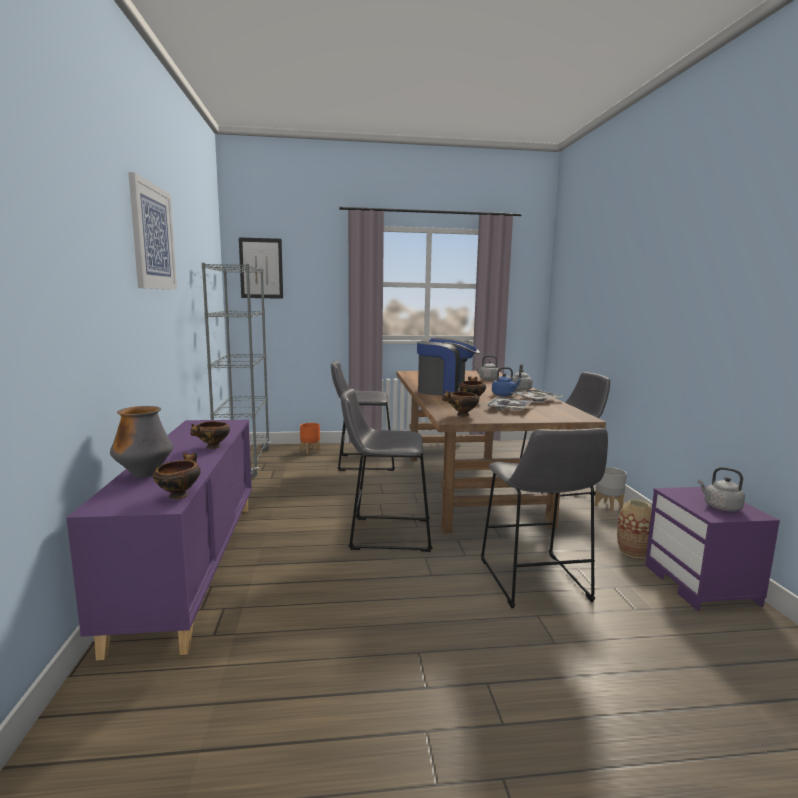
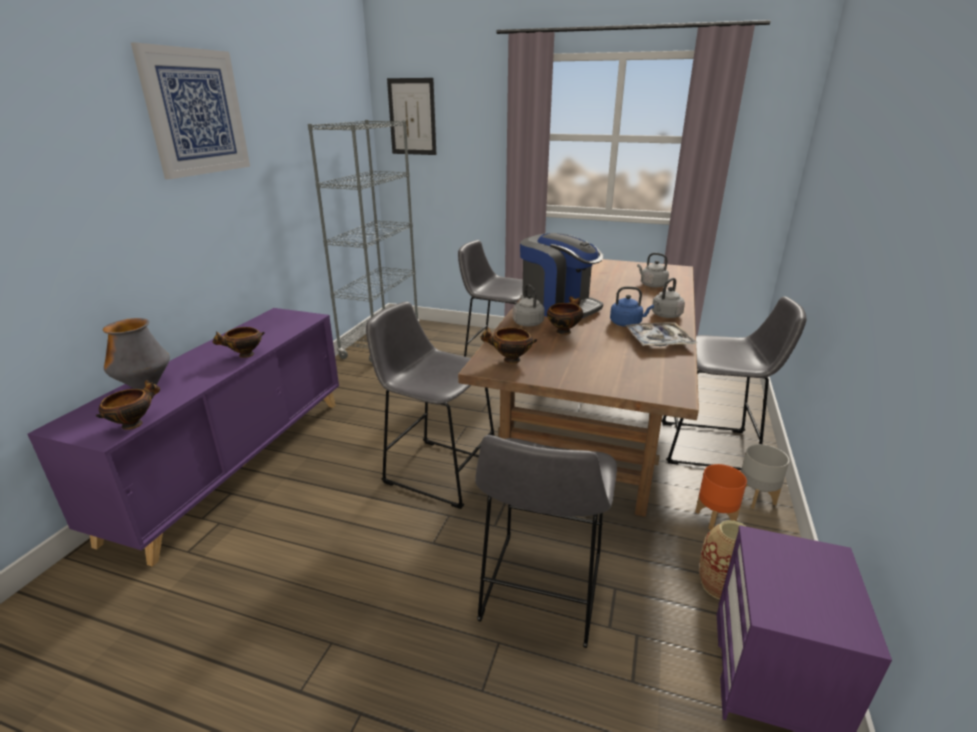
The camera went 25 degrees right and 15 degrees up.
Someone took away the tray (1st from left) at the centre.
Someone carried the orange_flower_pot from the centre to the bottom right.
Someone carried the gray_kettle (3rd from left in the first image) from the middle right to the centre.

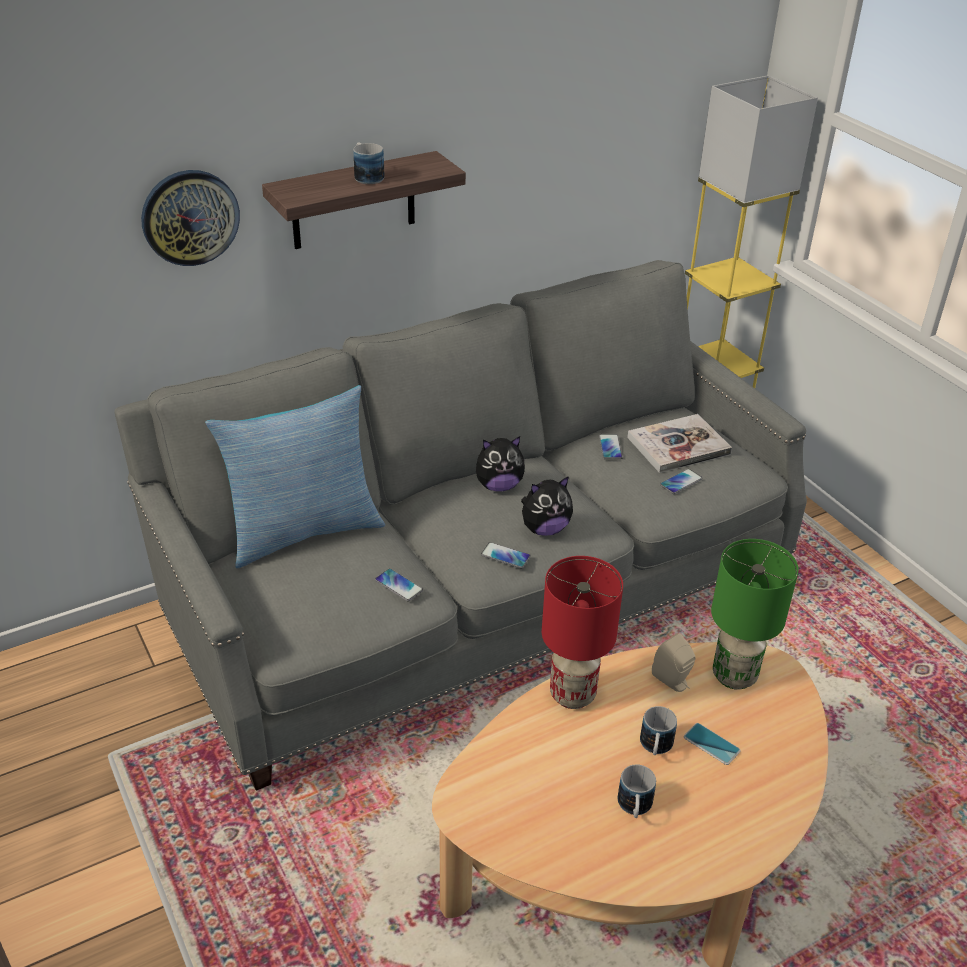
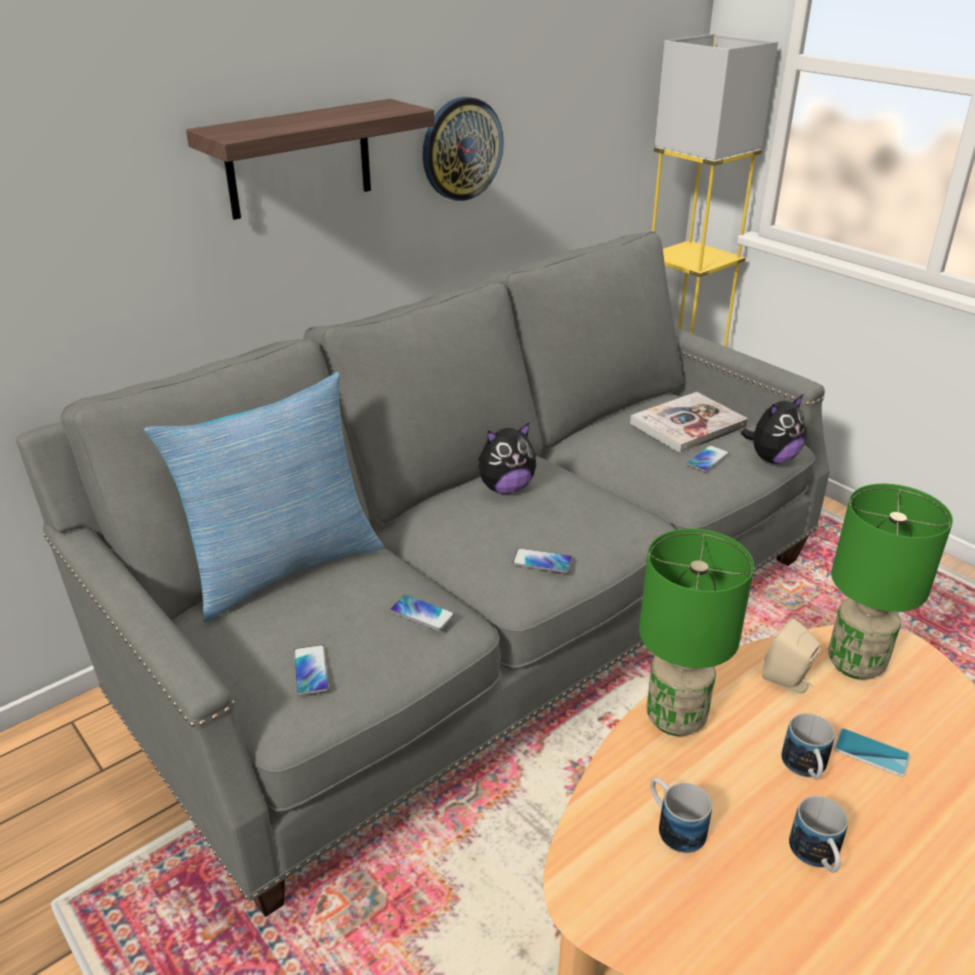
The camera went 10 degrees left and 5 degrees down.
Someone carried the tea_mug (1st from left) from the top centre to the bottom right.
Someone carried the clock_on_the_wall from the top left to the top centre.
Someone carried the phone (3rd from left in the first image) from the centre to the bottom left.
Someone carried the cuddly_toy (2nd from left) from the centre to the middle right.
Someone repainted the red-coloured_lamp_for_a_table at the centre, which became the green-coloured_lamp_for_a_table (1st from left) at the middle right.

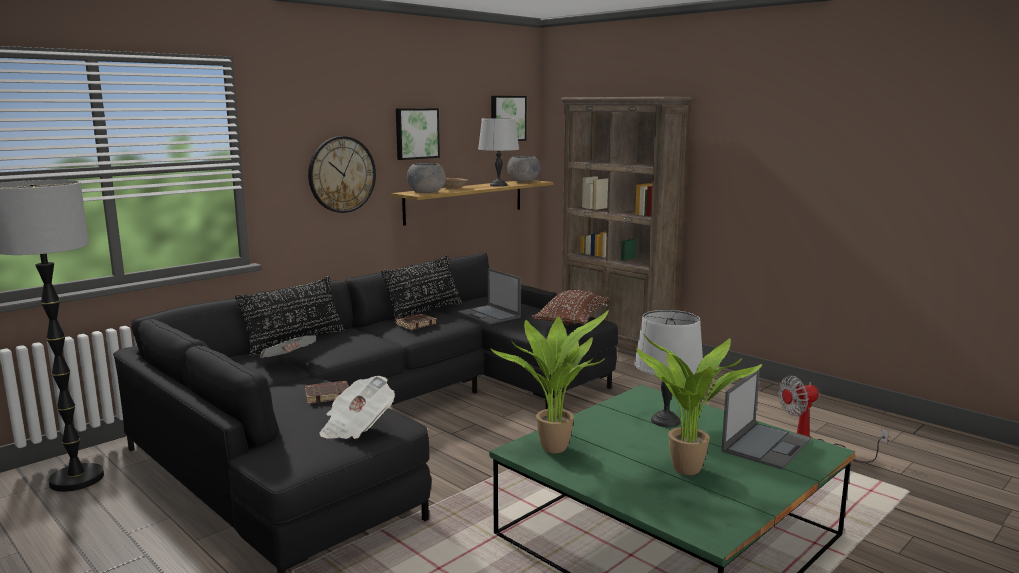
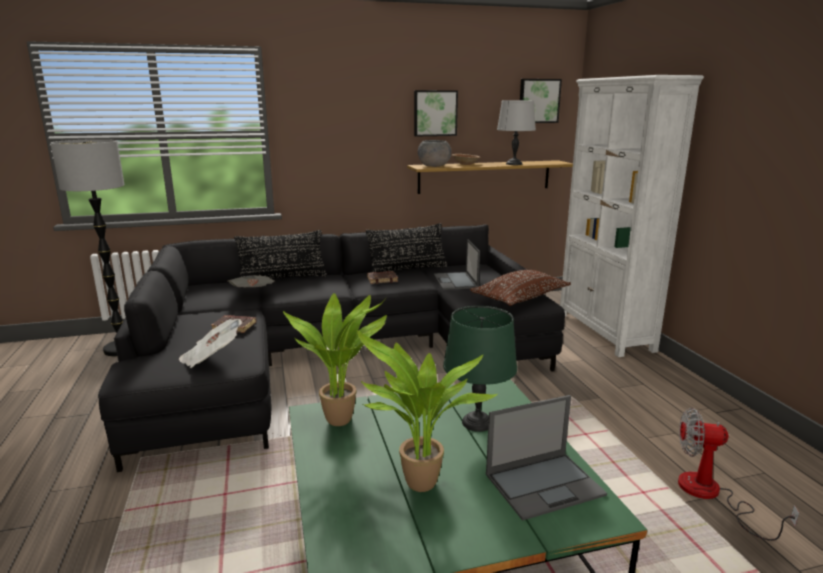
The camera went 30 degrees right and 5 degrees up.
Someone repainted the brown-coloured_bookcase at the centre, which became the white_bookcase at the middle right.
Someone took away the clock_on_the_wall at the top centre.
Someone took away the gray_bowl (2nd from left) at the top centre.
Someone repainted the gray_lamp_for_a_table (2nd from left) at the centre, which became the green-coloured_lamp_for_a_table at the centre.

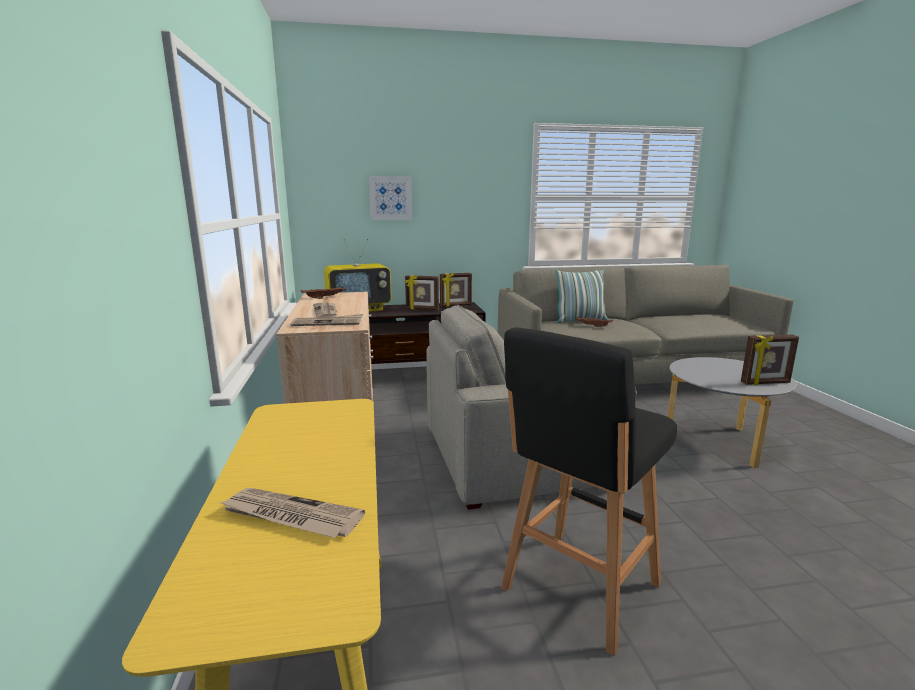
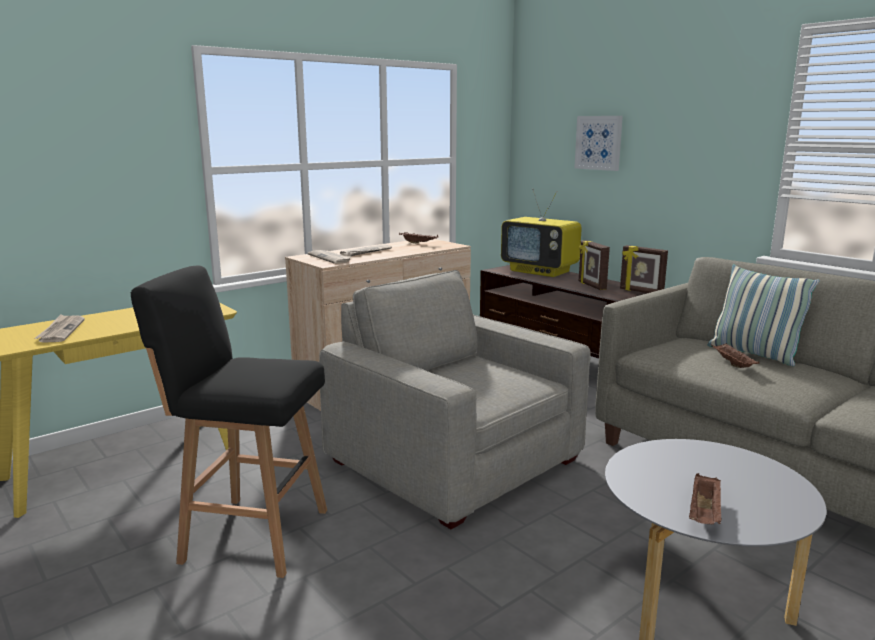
The camera went 60 degrees right and 0 degrees up.
Someone swapped the picture_frame (3rd from left) at the middle right for the brown-coloured_tray (2nd from left) at the bottom right.

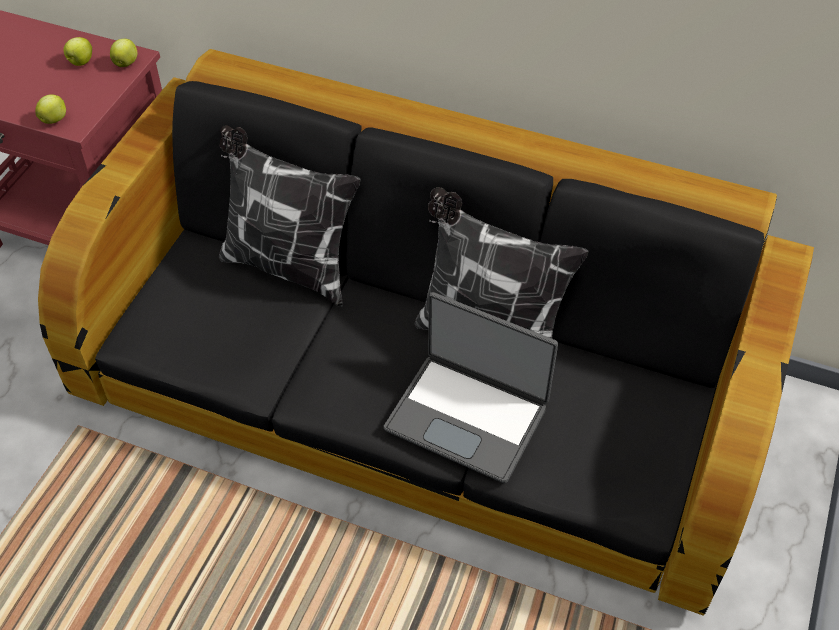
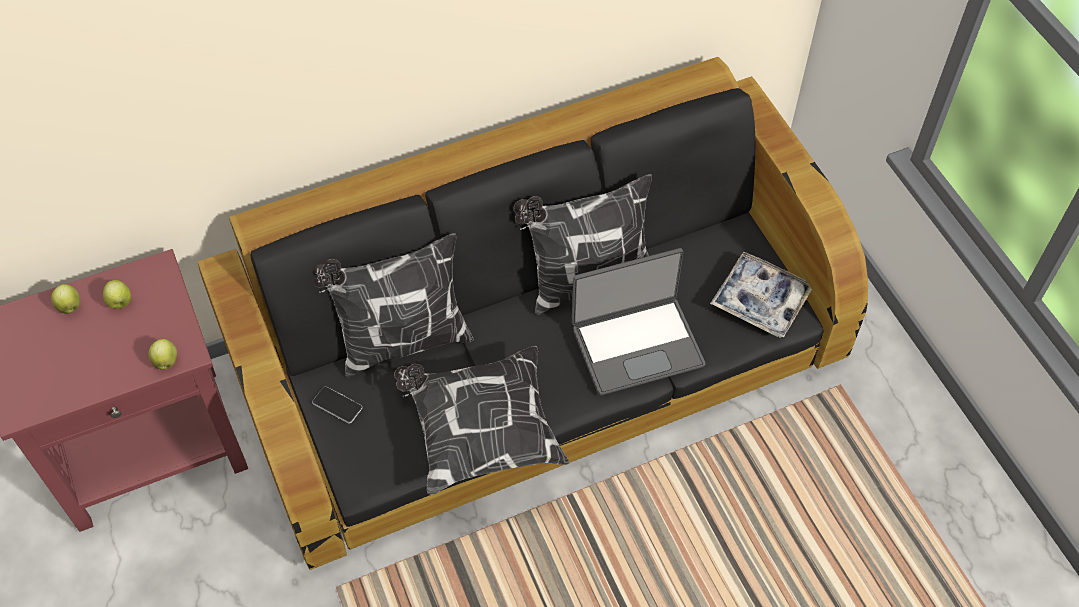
The camera went 45 degrees left and 5 degrees up.
Someone carried the apple (3rd from left in the first image) from the top left to the middle left.
Someone put down the tray at the middle right.
Someone put down the cushion (2nd from left) at the bottom centre.
Someone put down the phone at the bottom left.

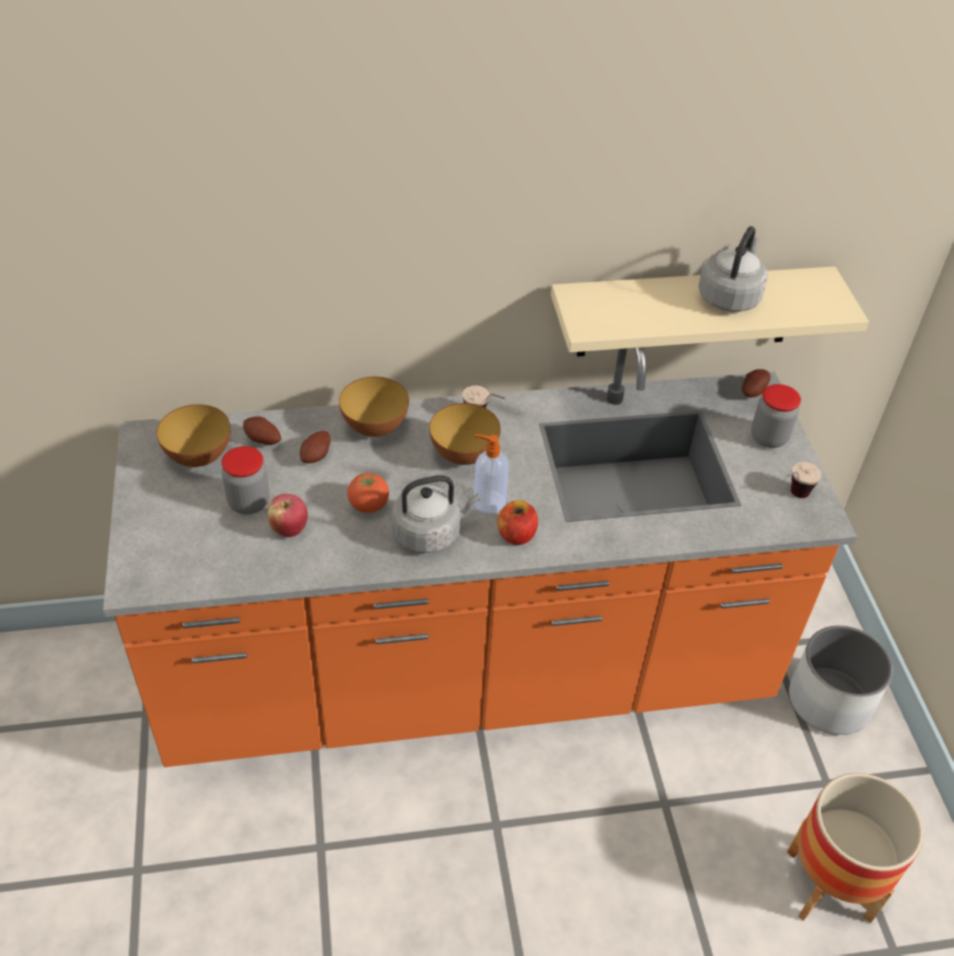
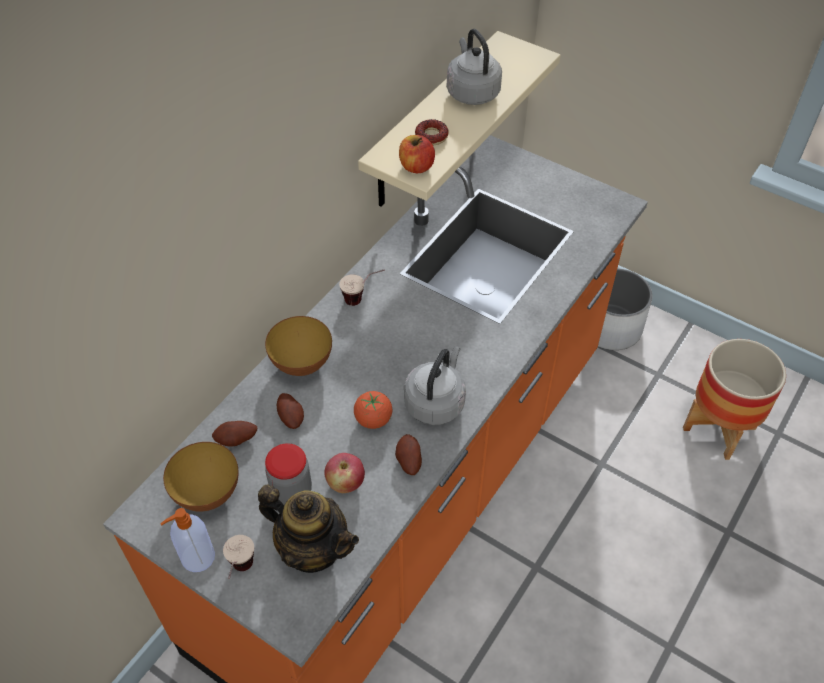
The camera went 45 degrees left and 5 degrees up.
Someone carried the spud (3rd from left) from the middle right to the centre.
Someone took away the preserve_jar (2nd from left) at the middle right.
Someone took away the bowl (3rd from left) at the centre.
Someone carried the liquid_soap_bottle from the centre to the bottom left.
Someone carried the small_cup (2nd from left in the first image) from the middle right to the bottom left.
Someone carried the apple (2nd from left) from the centre to the top centre.
Someone put down the donut at the top centre.
Someone put down the tea_pot at the bottom centre.

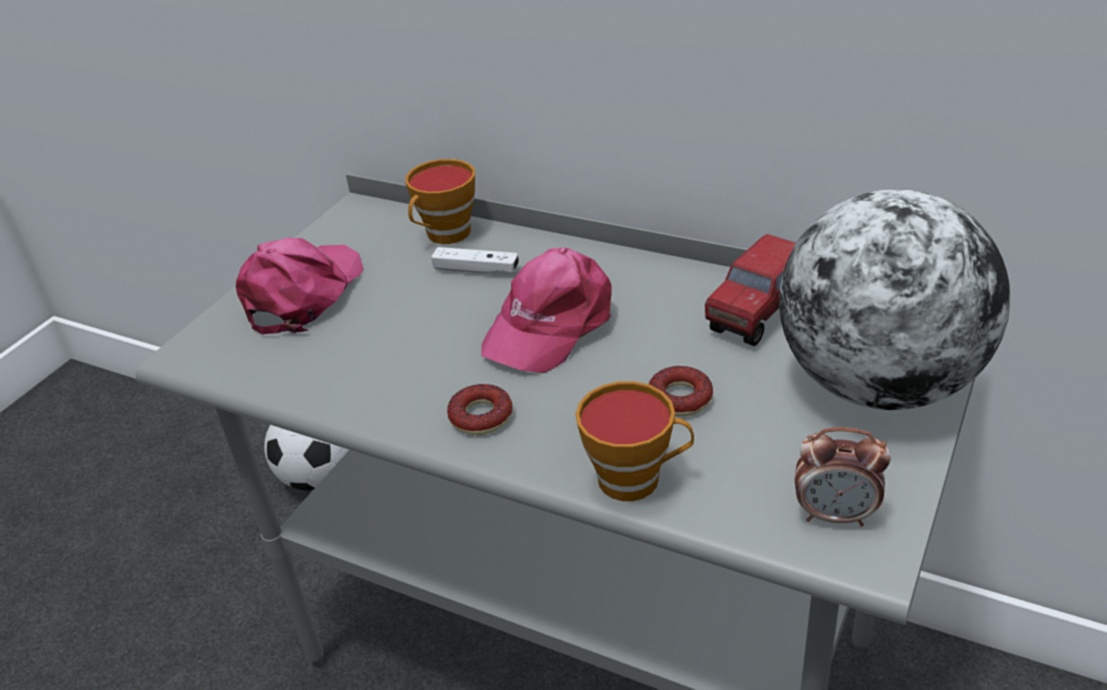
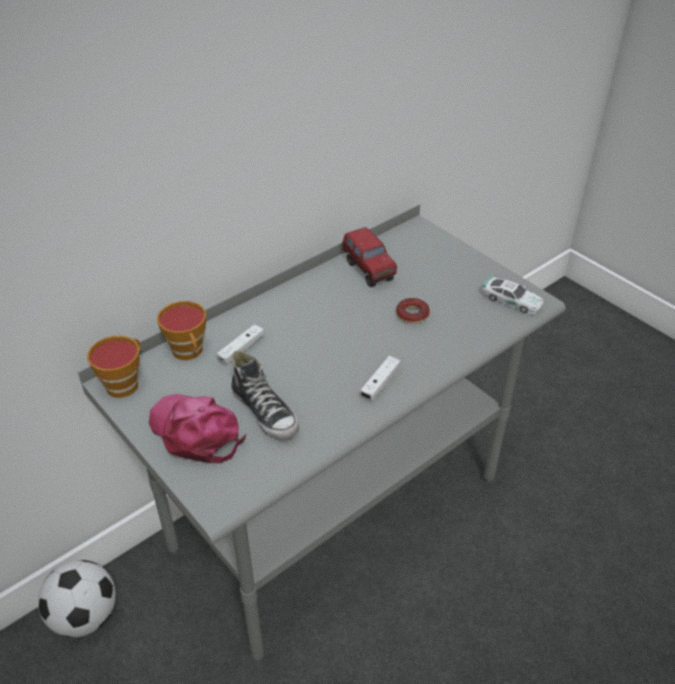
The camera went 70 degrees left and 5 degrees up.
Someone took away the globe at the middle right.
Someone took away the pink_peaked_cap (2nd from left) at the centre.
Someone carried the small_cup (2nd from left in the first image) from the centre to the middle left.
Someone swapped the donut (1st from left) at the centre for the white_gamepad (2nd from left) at the centre.
Someone swapped the bedside_clock at the bottom right for the toy_car at the middle right.
Someone put down the low_shoe at the centre.

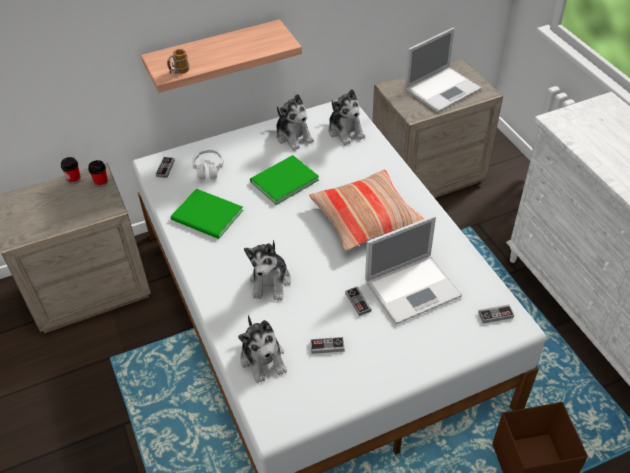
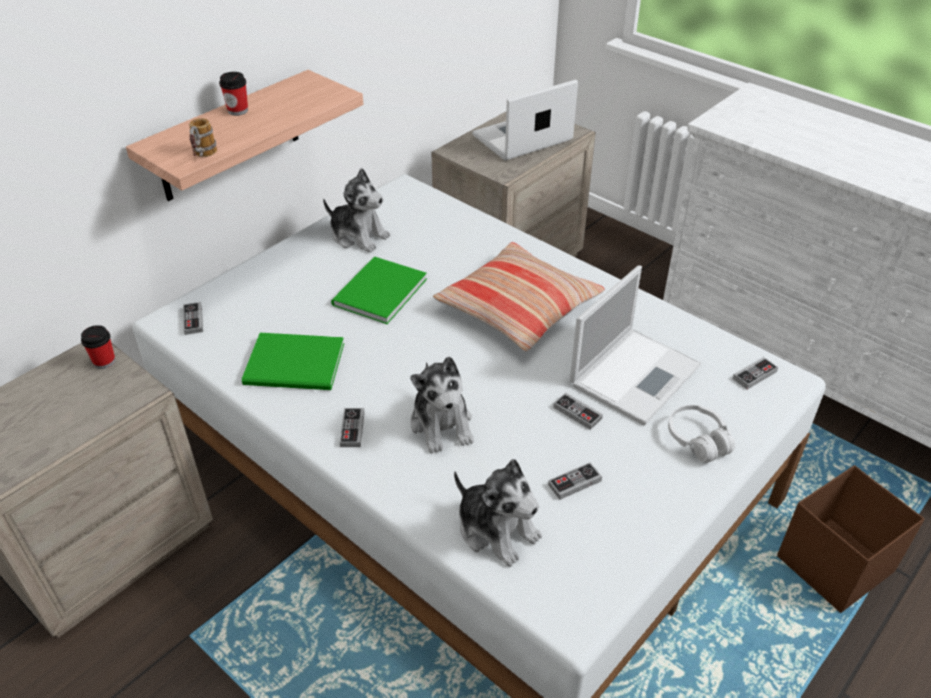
The camera went 25 degrees left and 5 degrees down.
Someone rotated the portable_computer (2nd from left in the first image) at the top right by 150 degrees counterclockwise.
Someone took away the cuddly_toy (4th from left) at the top centre.
Someone carried the white_headset from the middle left to the middle right.
Someone carried the small_cup (1st from left in the first image) from the middle left to the top left.
Someone put down the gamepad (2nd from left) at the centre.

